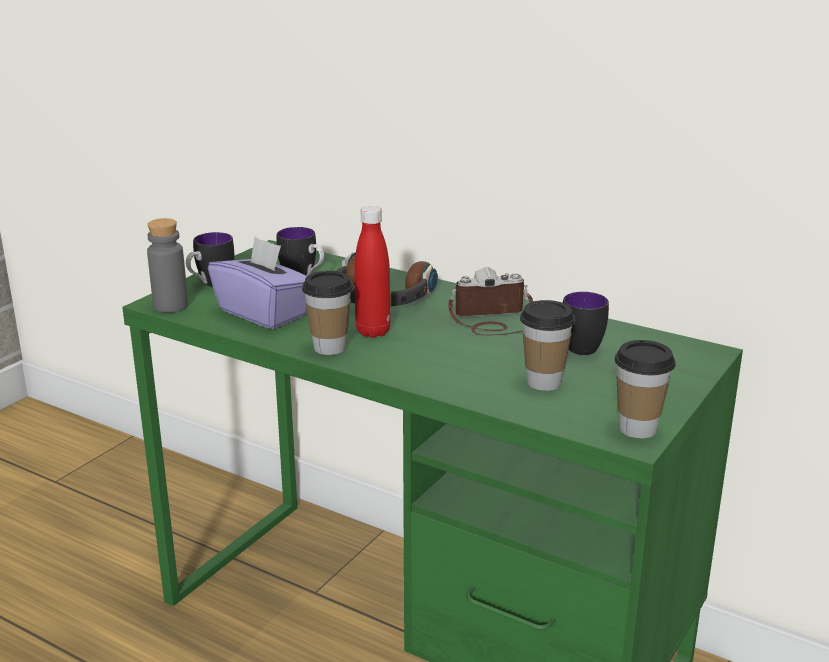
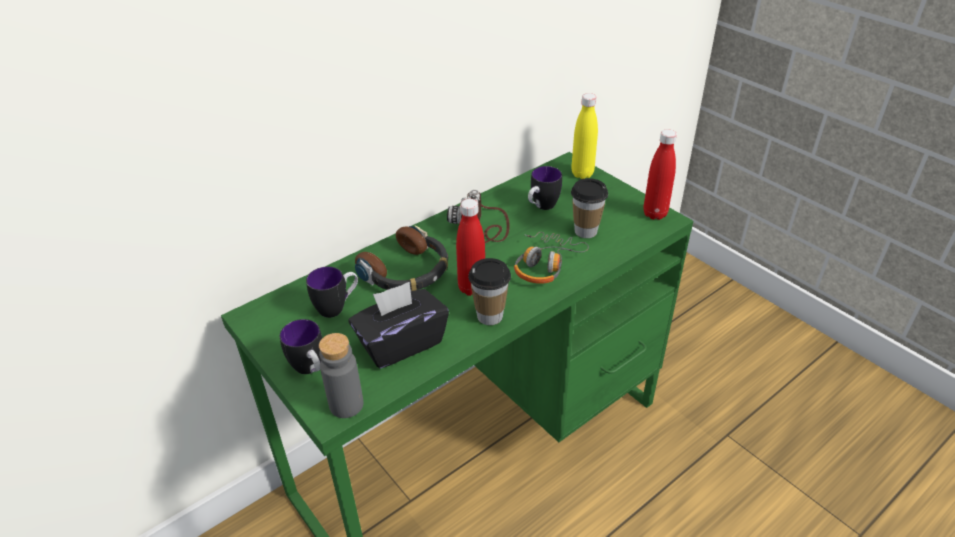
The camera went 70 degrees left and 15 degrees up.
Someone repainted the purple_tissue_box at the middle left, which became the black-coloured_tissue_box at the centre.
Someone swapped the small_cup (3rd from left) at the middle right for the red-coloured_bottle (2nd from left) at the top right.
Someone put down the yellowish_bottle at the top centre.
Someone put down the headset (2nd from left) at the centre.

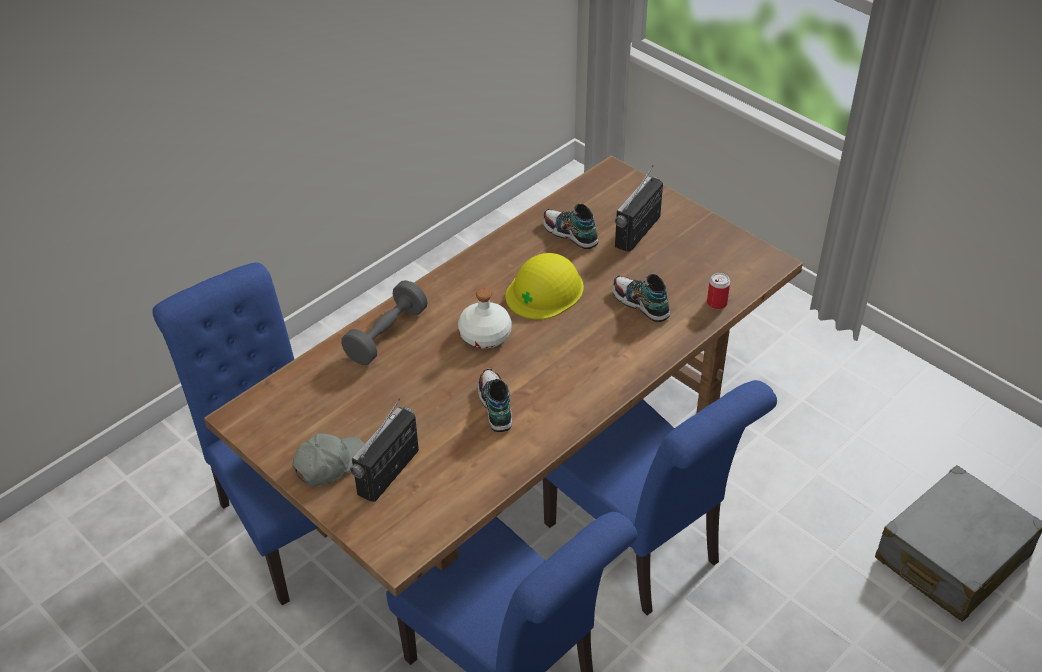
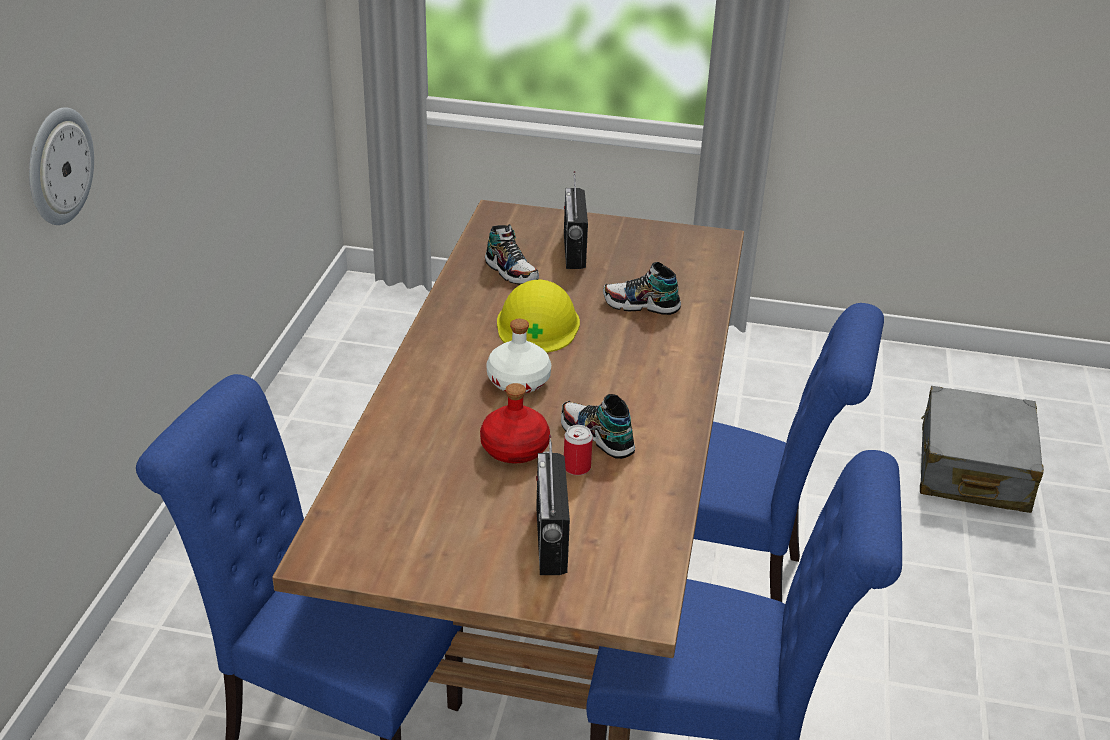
The camera went 35 degrees left and 10 degrees down.
Someone rotated the low_shoe (2nd from left in the first image) at the centre by 135 degrees counterclockwise.
Someone carried the metal_can from the middle right to the centre.
Someone took away the gray_hand_weight at the centre.
Someone took away the gray_peaked_cap at the bottom left.
Someone put up the clock_on_the_wall at the top left.
Someone put down the red-coloured_bottle at the centre.

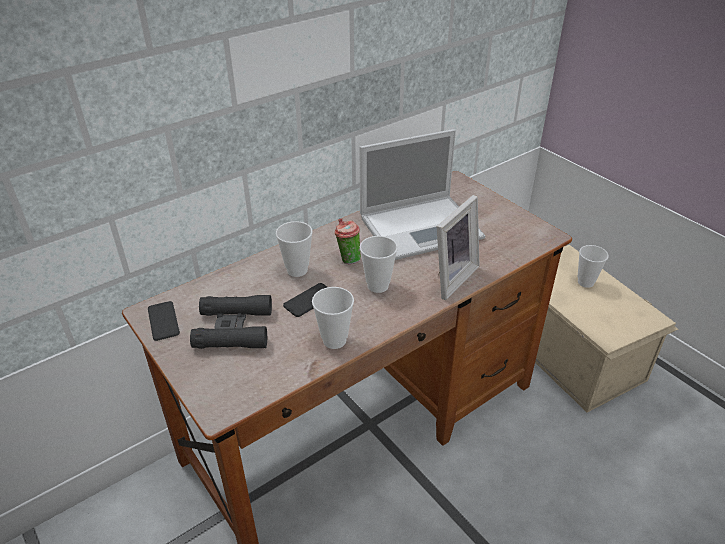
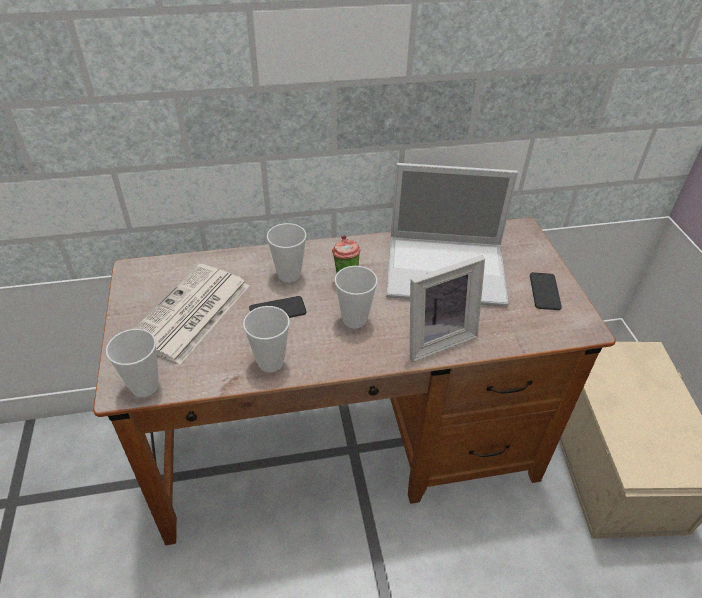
The camera went 25 degrees right and 5 degrees up.
Someone carried the small_cup (5th from left in the first image) from the middle right to the middle left.
Someone swapped the black-coloured_field_glasses at the middle left for the printed_paper at the middle left.
Someone carried the phone (1st from left in the first image) from the middle left to the middle right.

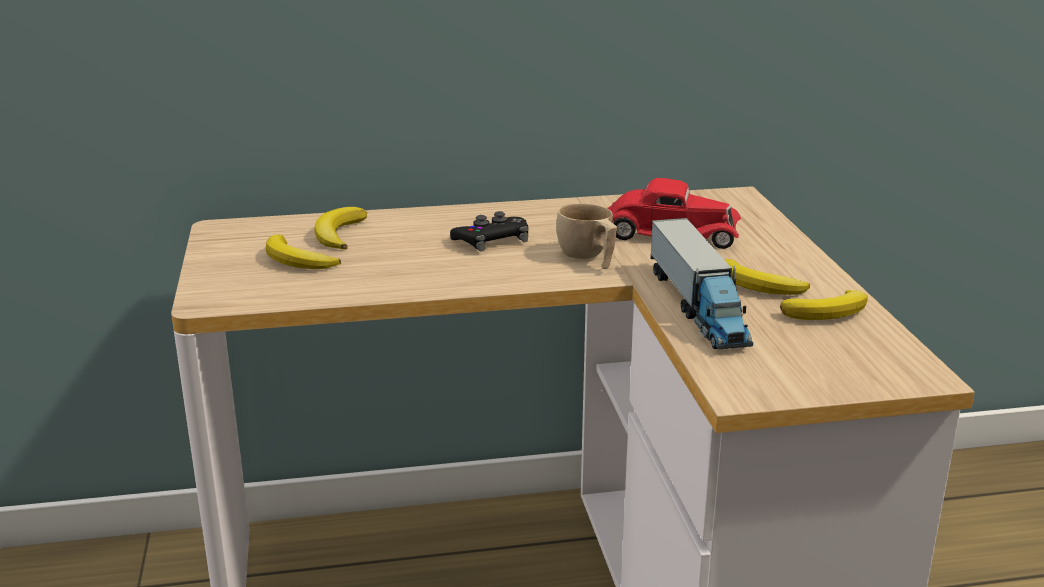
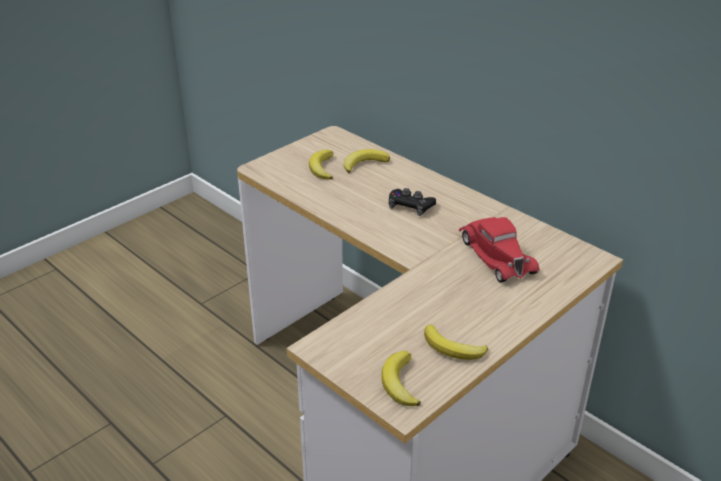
The camera went 55 degrees right and 10 degrees up.
Someone took away the beige-coloured_small_cup at the centre.
Someone took away the toy_lorry at the middle right.
Someone carried the banana_fruit (3rd from left) from the middle right to the bottom centre.

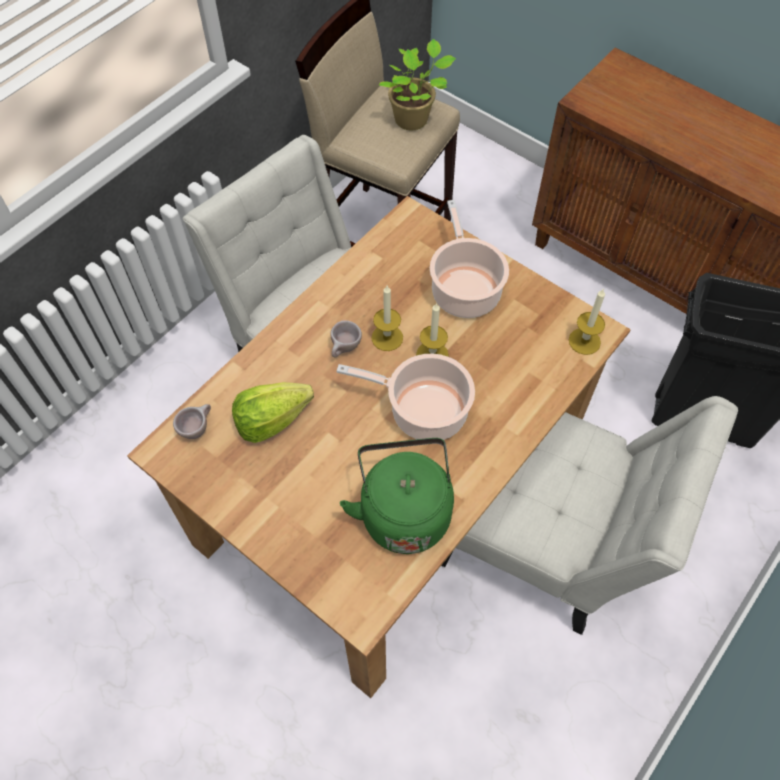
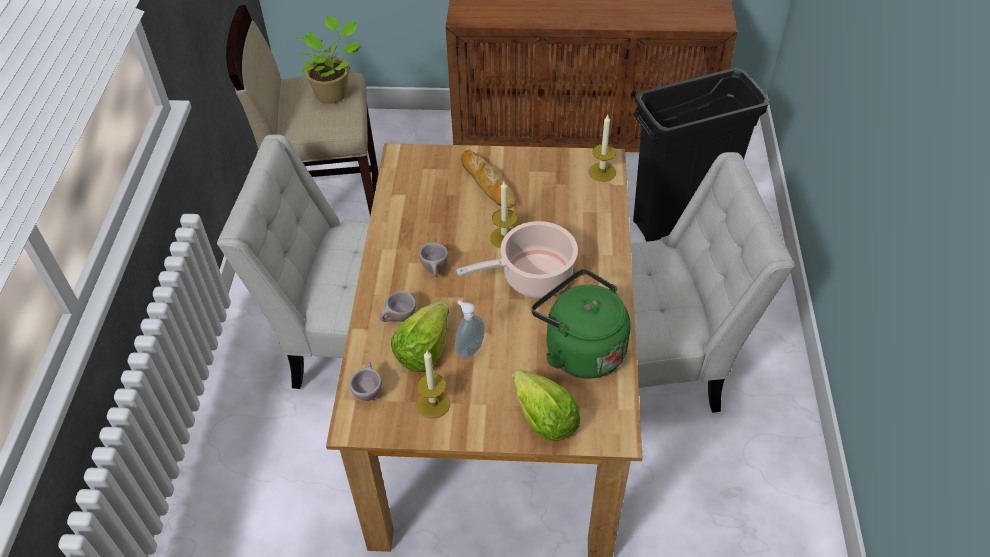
The camera went 35 degrees left and 10 degrees down.
Someone swapped the cooking_pot (2nd from left) at the top centre for the bakery_bread at the top centre.
Someone carried the candle (1st from left) from the centre to the bottom centre.
Someone put down the beige-coloured_small_cup (2nd from left) at the centre.
Someone put down the liquid_soap_bottle at the centre.
Someone put down the lettuce (2nd from left) at the bottom centre.

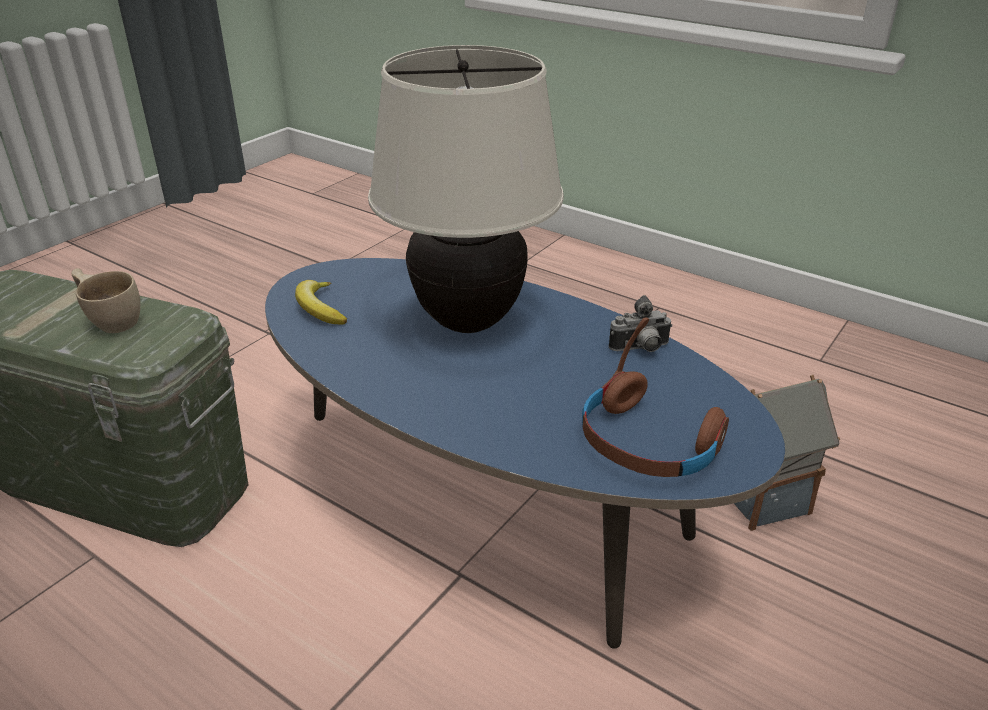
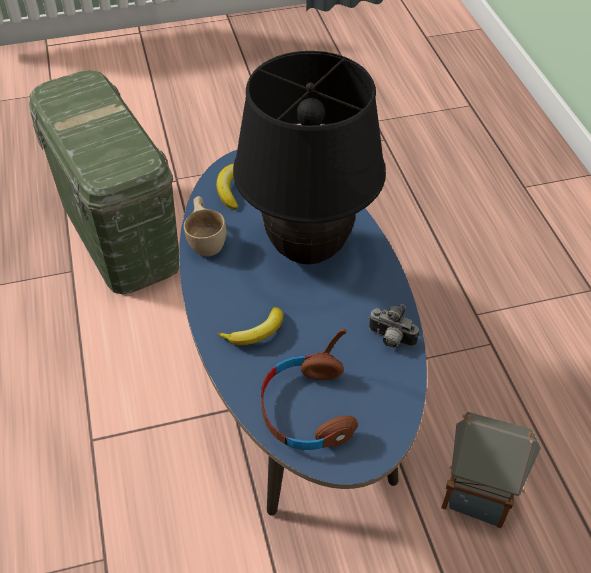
The camera went 40 degrees right and 15 degrees up.
Someone repainted the beige-coloured_lamp_for_a_table at the top centre, which became the black-coloured_lamp_for_a_table at the top centre.
Someone carried the beige-coloured_small_cup from the middle left to the centre.
Someone put down the banana_fruit (2nd from left) at the centre.

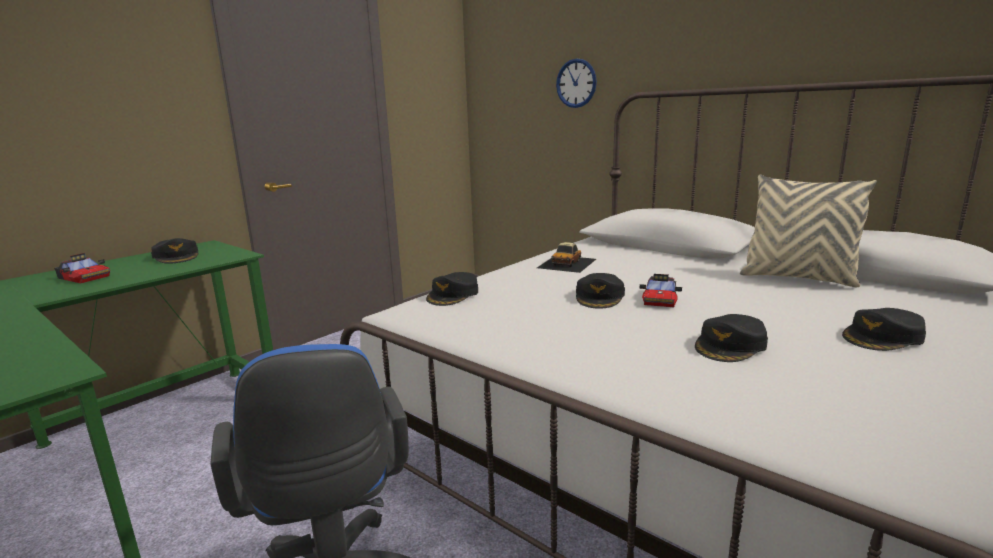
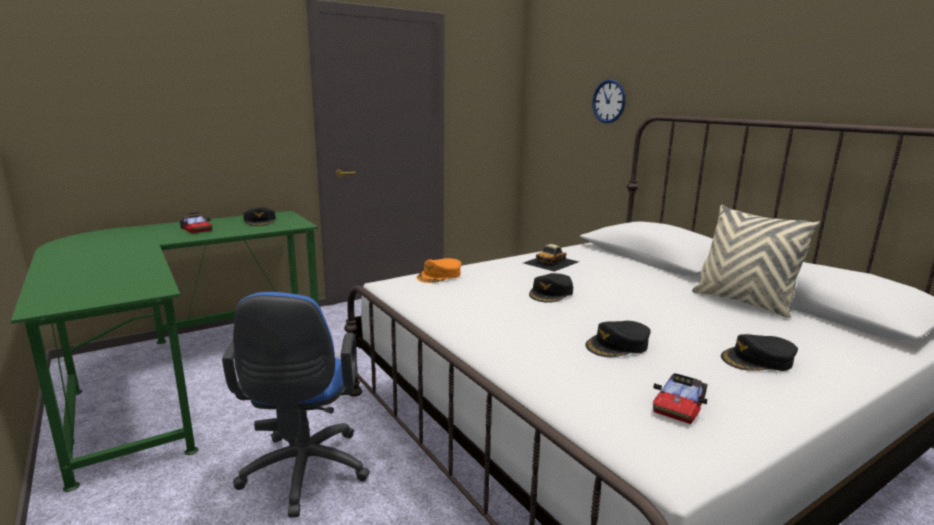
The camera went 15 degrees right and 0 degrees up.
Someone repainted the black-coloured_peaked_cap (2nd from left) at the centre, which became the orange_peaked_cap at the centre.
Someone carried the toy_car (3rd from left) from the centre to the bottom right.

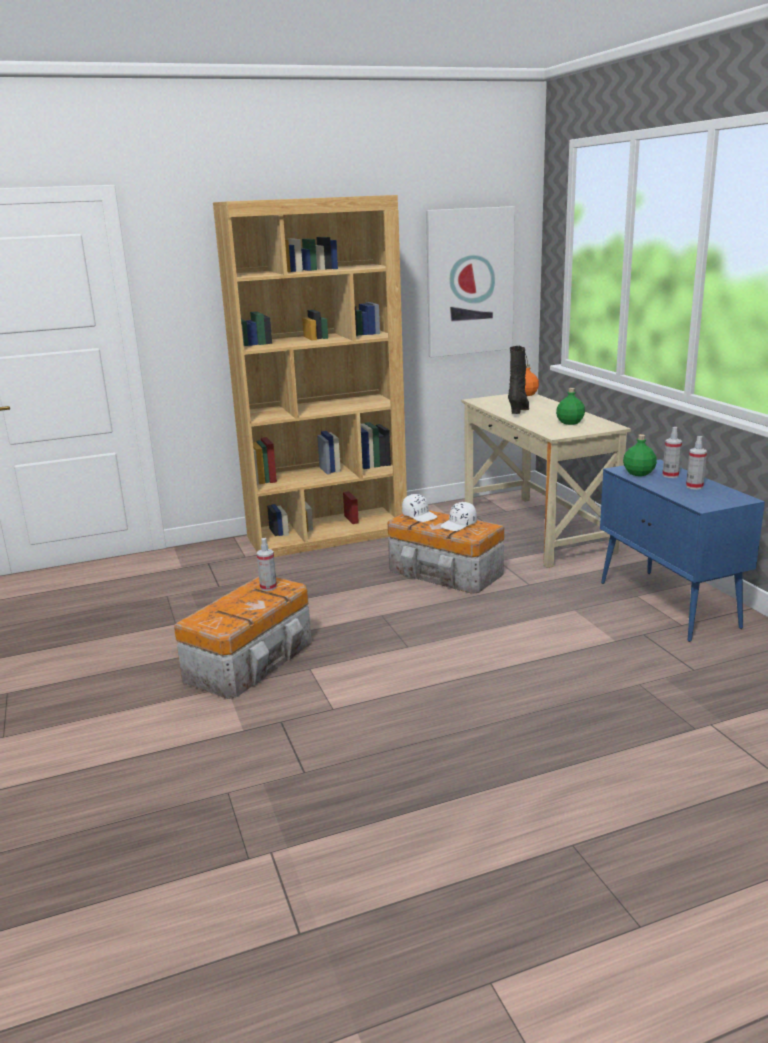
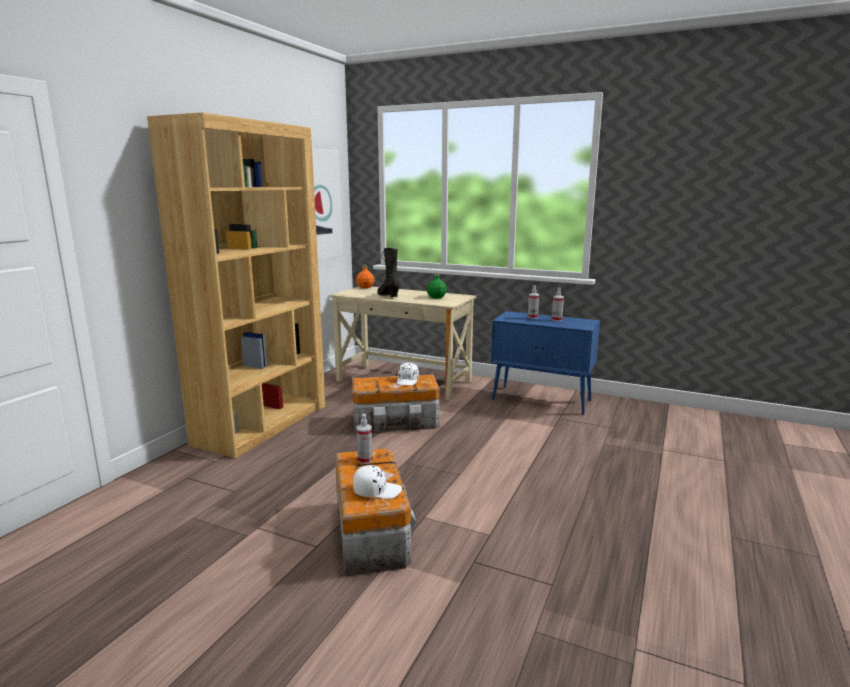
The camera went 45 degrees left and 5 degrees down.
Someone took away the green-coloured_bottle (2nd from left) at the middle right.
Someone carried the white_peaked_cap (1st from left) from the centre to the bottom centre.

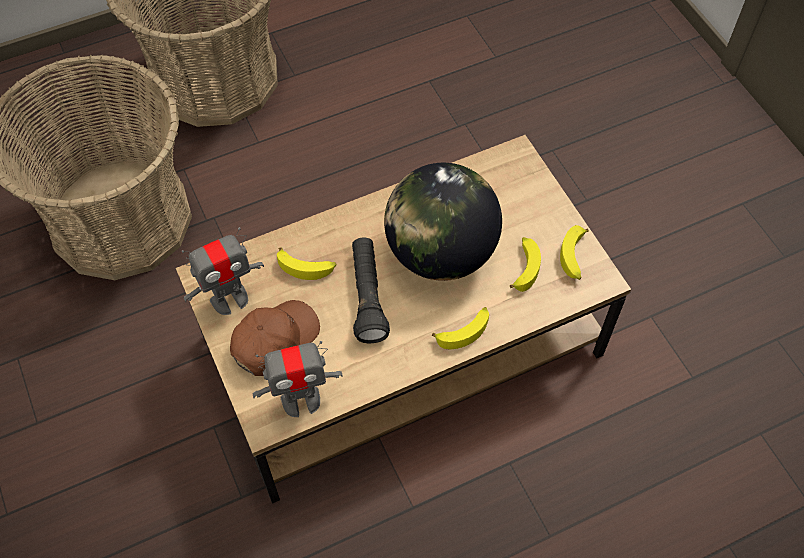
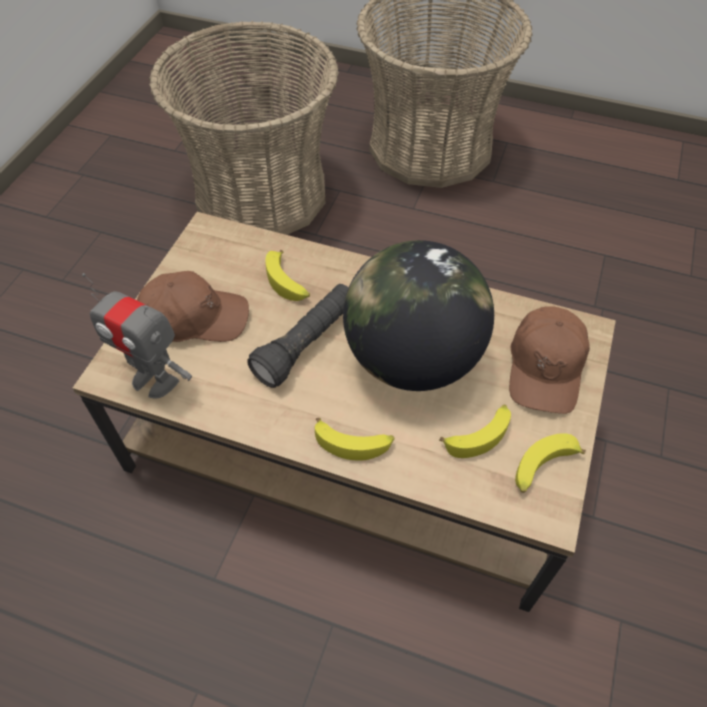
The camera went 45 degrees right and 5 degrees down.
Someone took away the toy_robot (1st from left) at the middle left.
Someone put down the brown-coloured_peaked_cap (2nd from left) at the middle right.

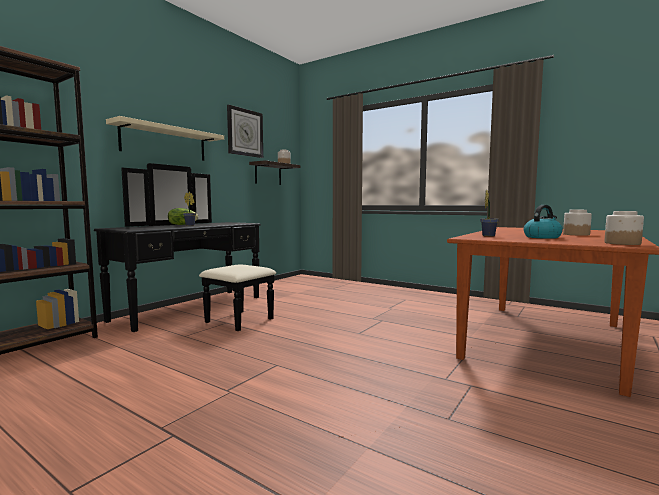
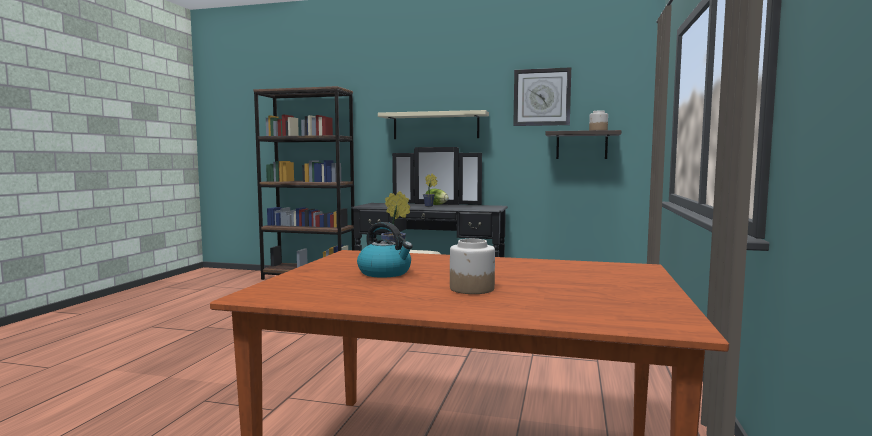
The camera went 70 degrees right and 0 degrees up.
Someone took away the preserve_jar (3rd from left) at the middle right.

